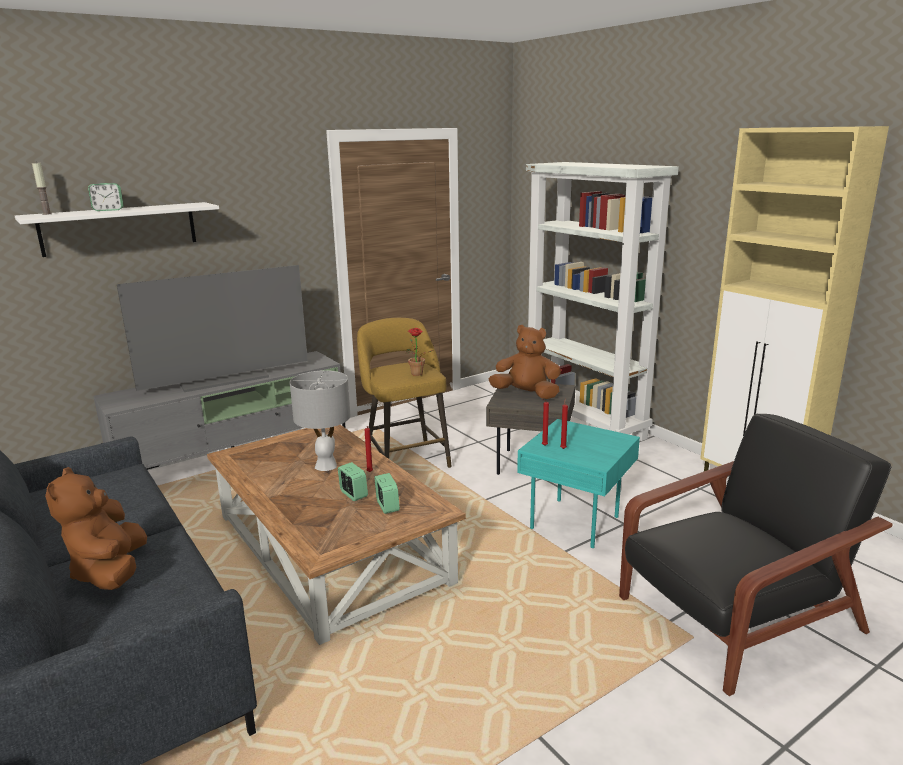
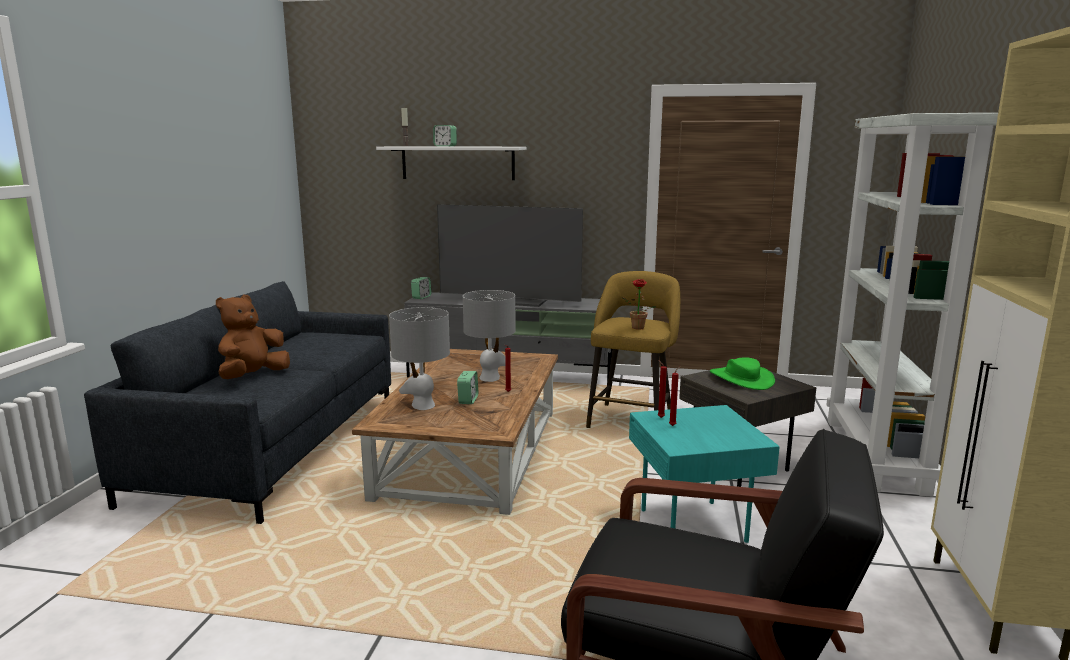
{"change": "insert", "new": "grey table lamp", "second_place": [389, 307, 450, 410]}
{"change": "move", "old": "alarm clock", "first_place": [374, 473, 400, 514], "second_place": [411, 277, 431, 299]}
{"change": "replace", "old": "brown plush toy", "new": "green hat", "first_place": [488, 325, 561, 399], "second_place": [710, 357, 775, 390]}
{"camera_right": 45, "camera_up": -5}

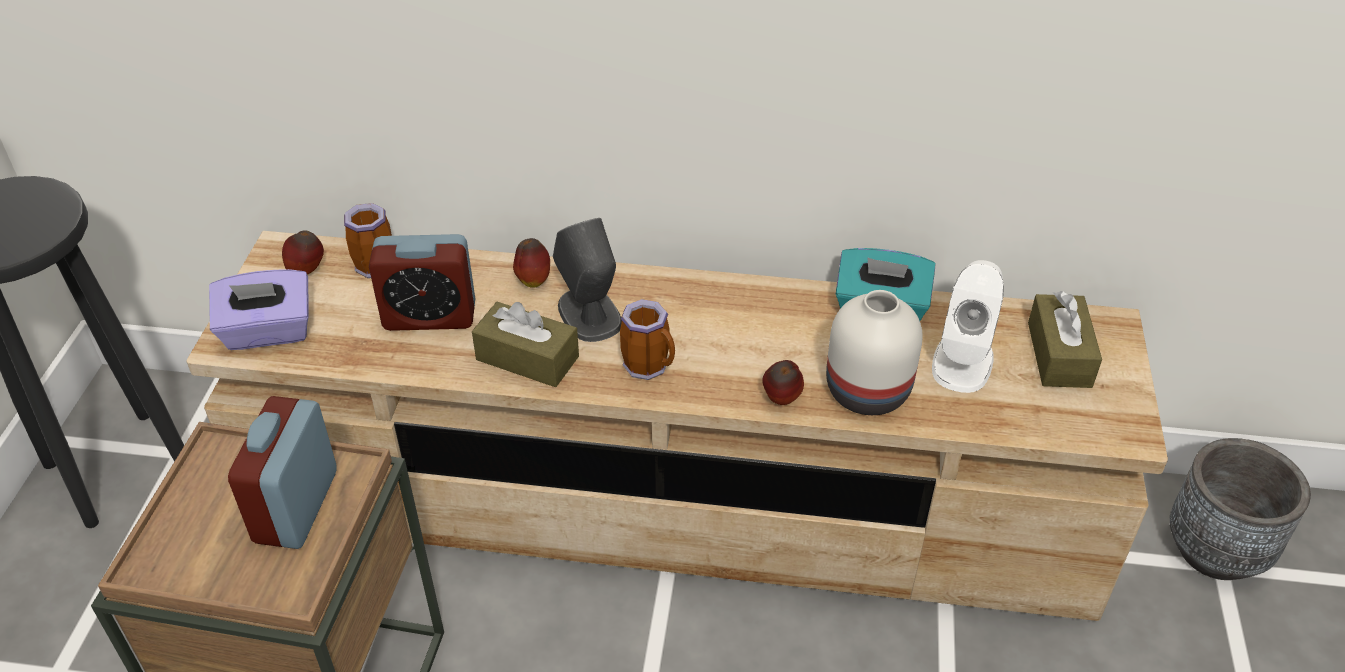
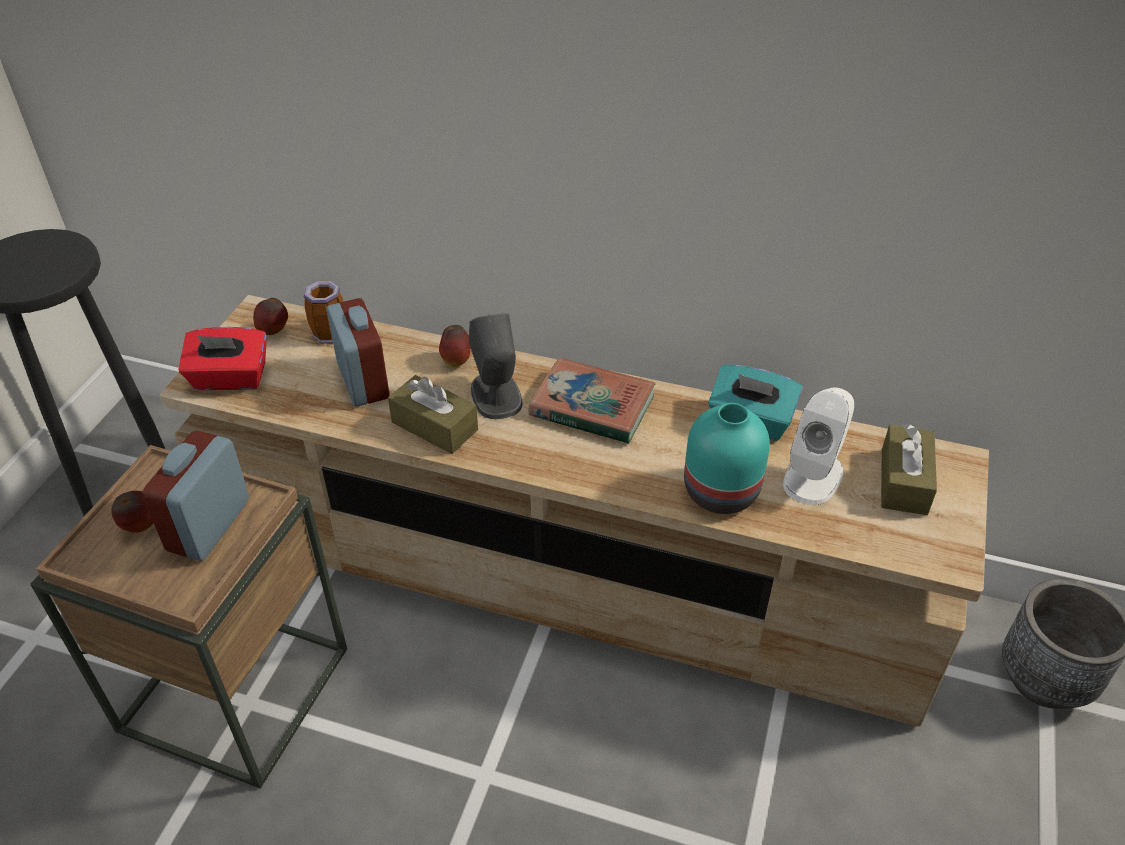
{"change": "move", "old": "apple", "first_place": [762, 360, 804, 405], "second_place": [111, 491, 153, 533]}
{"change": "recolor", "old": "purple tissue box", "new": "red tissue box", "first_place": [209, 269, 309, 350], "second_place": [179, 327, 267, 390]}
{"change": "rotate", "old": "alarm clock", "first_place": [369, 234, 475, 331], "second_place": [327, 298, 389, 407], "degrees": -120}
{"change": "insert", "new": "book", "second_place": [529, 358, 656, 444]}
{"change": "recolor", "old": "white vase", "new": "turquoise vase", "first_place": [826, 290, 923, 415], "second_place": [684, 403, 770, 514]}
{"change": "delete", "old": "mug", "first_place": [620, 299, 675, 380]}
{"camera_right": 10, "camera_up": 0}

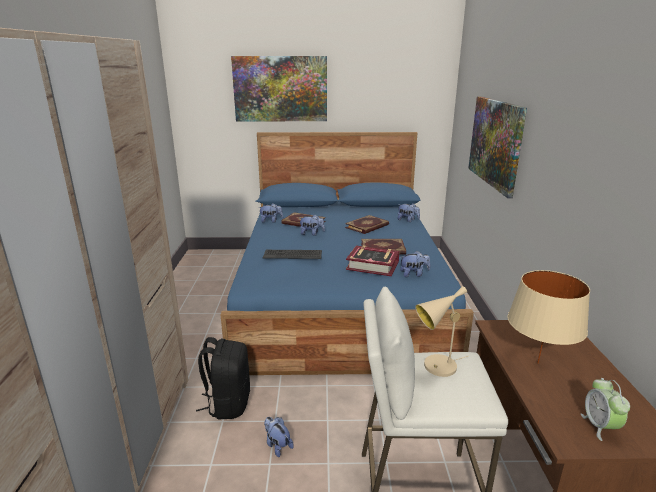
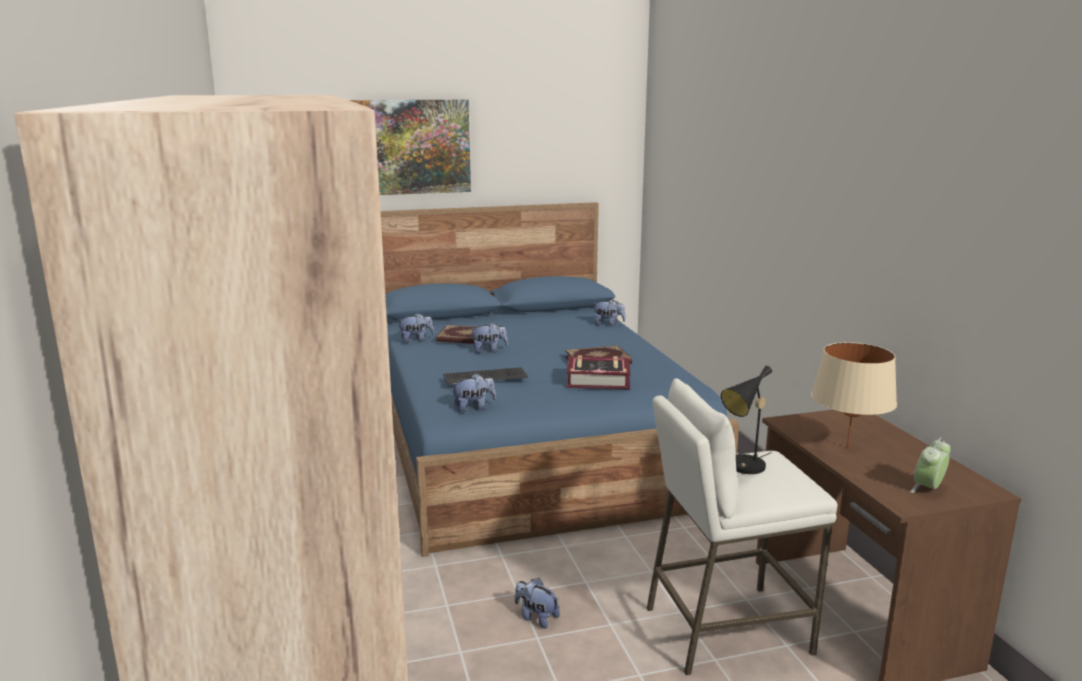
{"change": "move", "old": "plush toy", "first_place": [400, 251, 430, 277], "second_place": [451, 373, 496, 412]}
{"change": "recolor", "old": "beige table lamp", "new": "black table lamp", "first_place": [415, 286, 468, 377], "second_place": [721, 366, 772, 474]}
{"change": "rotate", "old": "alarm clock", "first_place": [580, 378, 630, 441], "second_place": [910, 438, 951, 493], "degrees": 60}
{"change": "delete", "old": "black backpack", "first_place": [196, 337, 250, 419]}
{"change": "delete", "old": "book", "first_place": [345, 215, 389, 234]}
{"change": "delete", "old": "picture", "first_place": [468, 96, 527, 198]}
{"camera_right": -15, "camera_up": -5}

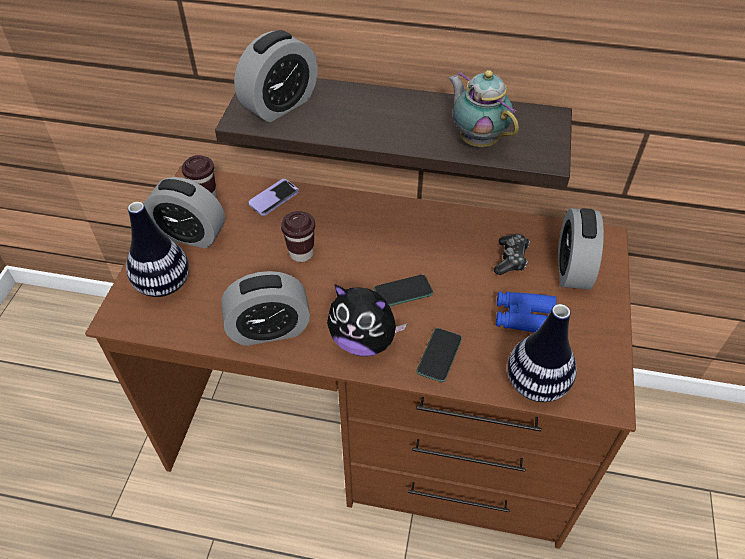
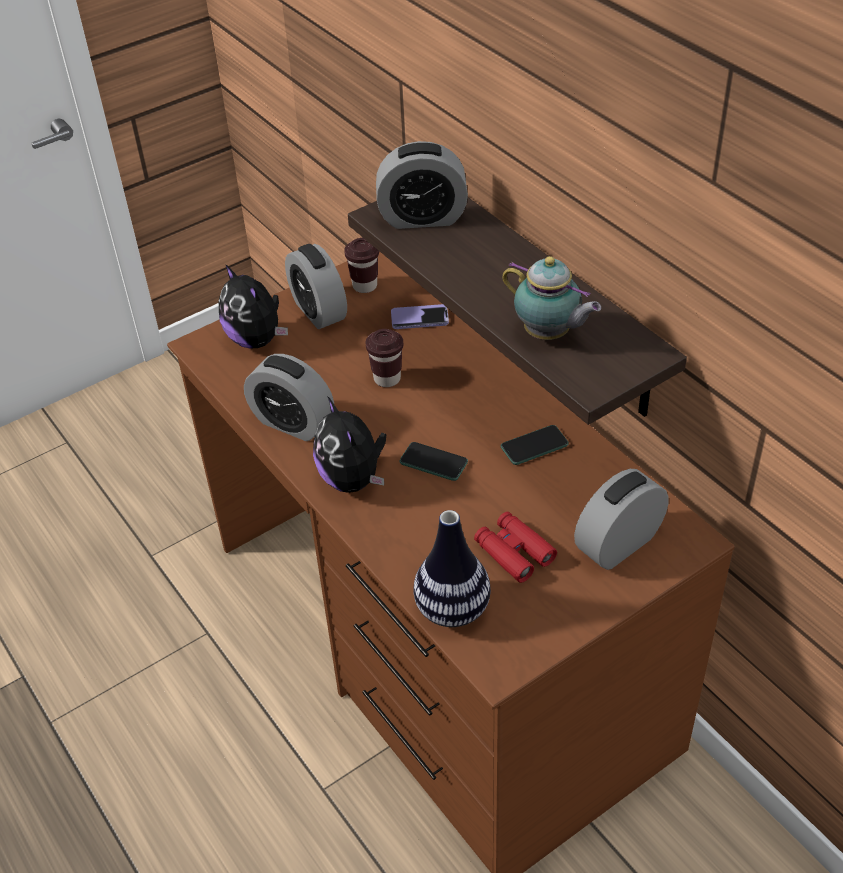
{"change": "replace", "old": "vase", "new": "plush toy", "first_place": [126, 202, 189, 297], "second_place": [219, 264, 288, 349]}
{"change": "recolor", "old": "blue binoculars", "new": "red binoculars", "first_place": [496, 291, 557, 332], "second_place": [474, 512, 557, 583]}
{"change": "move", "old": "phone", "first_place": [417, 328, 462, 382], "second_place": [501, 425, 569, 465]}
{"change": "rotate", "old": "teapot", "first_place": [449, 70, 519, 147], "second_place": [502, 256, 601, 340], "degrees": 120}
{"change": "delete", "old": "game controller", "first_place": [494, 234, 530, 275]}
{"camera_right": 45, "camera_up": -5}

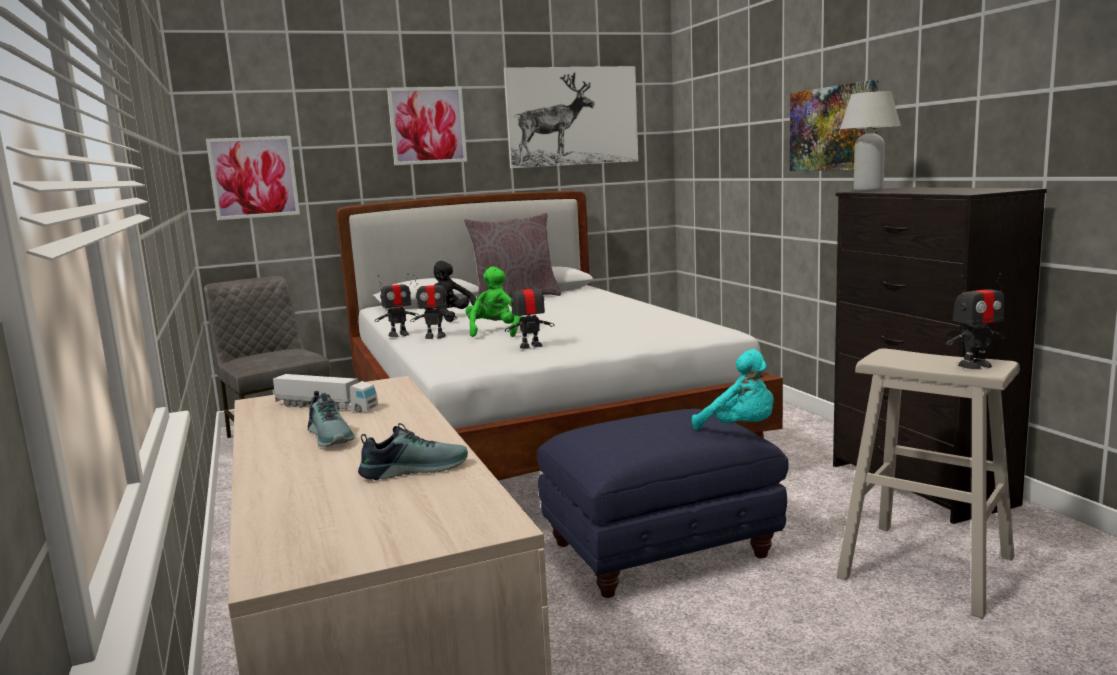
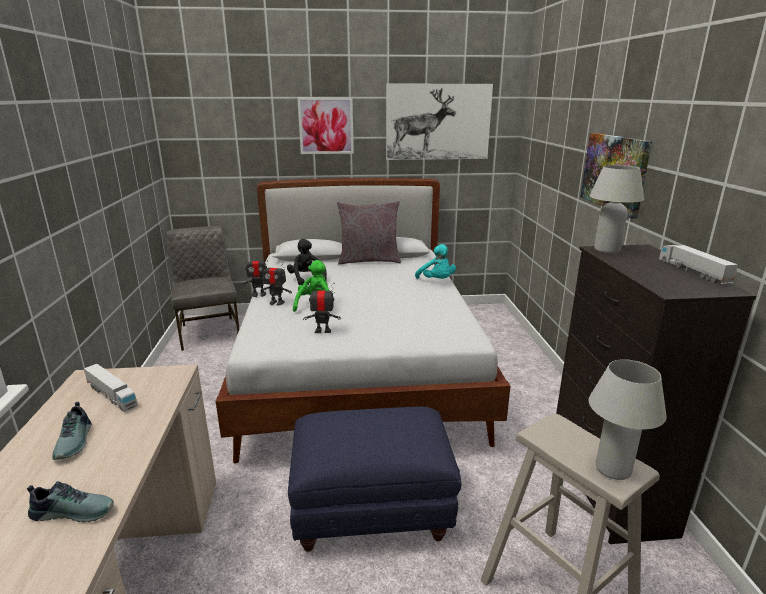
{"change": "move", "old": "turquoise plush toy", "first_place": [692, 349, 774, 430], "second_place": [415, 244, 456, 279]}
{"change": "replace", "old": "toy robot", "new": "white table lamp", "first_place": [946, 273, 1005, 369], "second_place": [589, 359, 667, 480]}
{"change": "insert", "new": "toy truck", "second_place": [659, 245, 738, 284]}
{"change": "delete", "old": "picture", "first_place": [206, 136, 300, 220]}
{"camera_right": 15, "camera_up": 10}

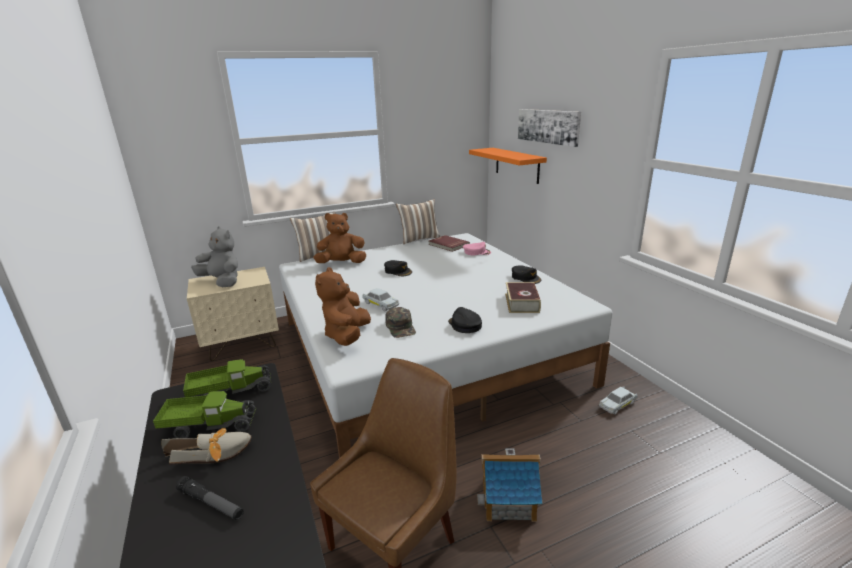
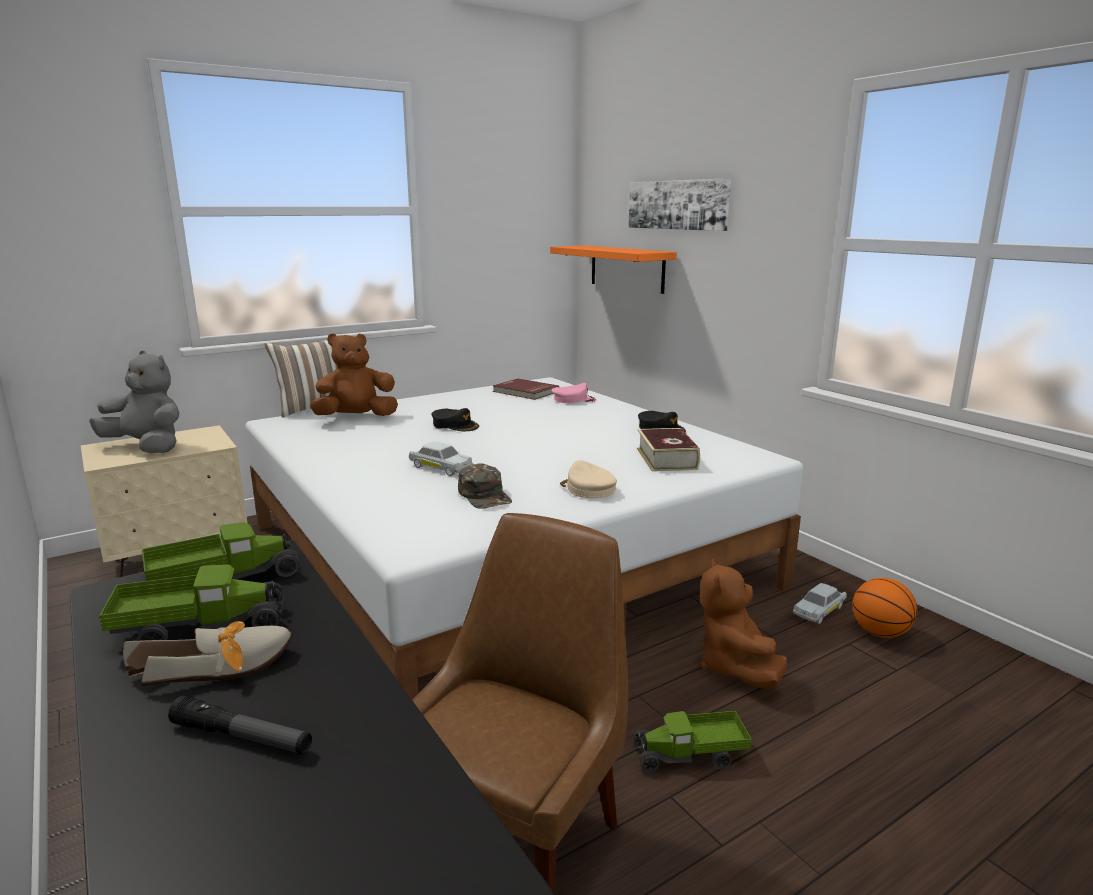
{"change": "recolor", "old": "black cap", "new": "beige cap", "first_place": [448, 307, 482, 333], "second_place": [560, 460, 617, 498]}
{"change": "replace", "old": "toy house", "new": "toy truck", "first_place": [477, 448, 543, 522], "second_place": [631, 711, 752, 772]}
{"change": "move", "old": "brown plush toy", "first_place": [315, 267, 371, 346], "second_place": [700, 558, 787, 689]}
{"change": "insert", "new": "basketball", "second_place": [853, 578, 917, 638]}
{"change": "delete", "old": "pillow", "first_place": [396, 199, 441, 244]}
{"camera_right": -10, "camera_up": -5}

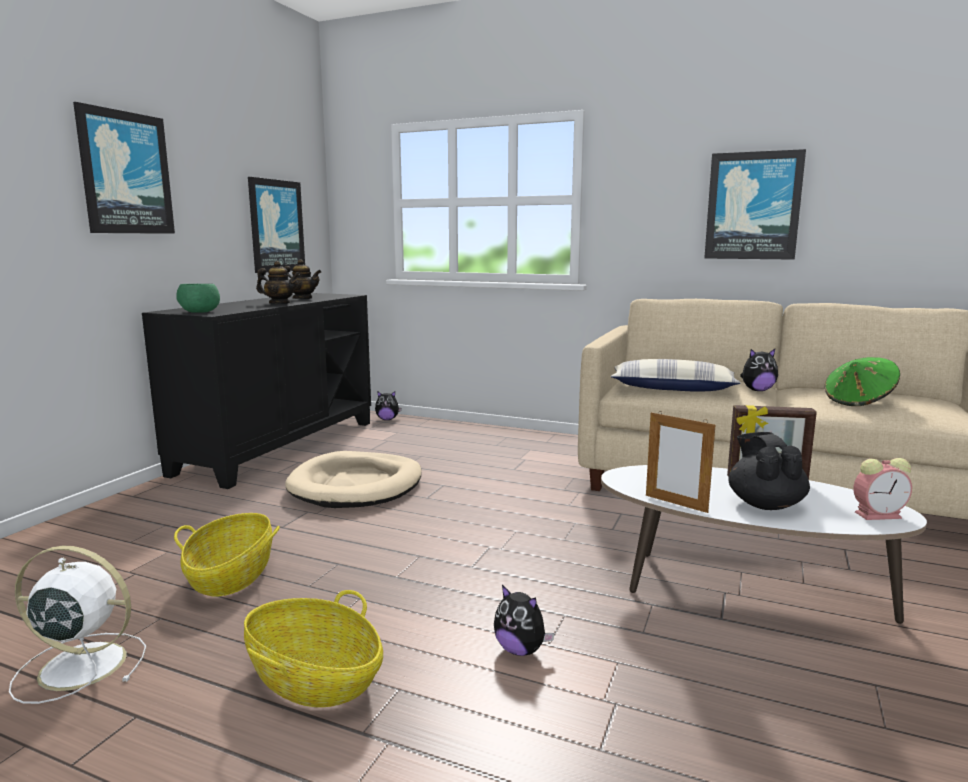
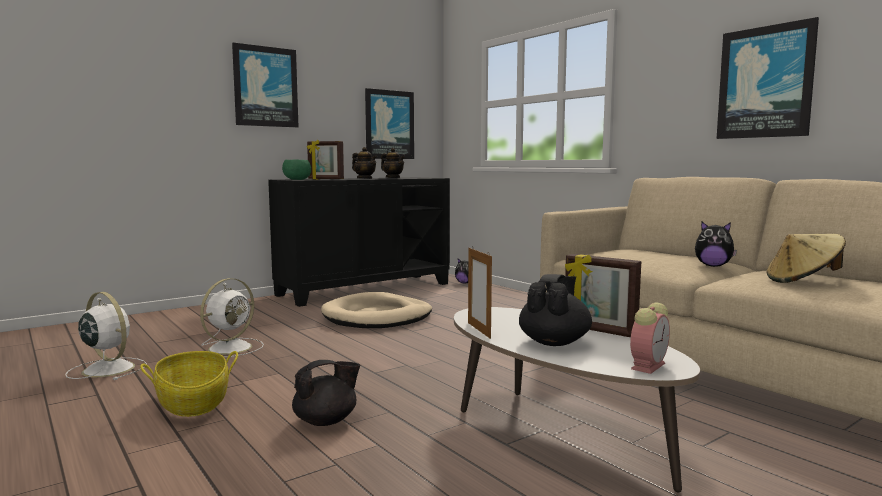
{"change": "replace", "old": "basket", "new": "white fan", "first_place": [174, 513, 280, 597], "second_place": [200, 278, 264, 357]}
{"change": "replace", "old": "plush toy", "new": "black teapot", "first_place": [494, 585, 555, 656], "second_place": [292, 360, 360, 426]}
{"change": "insert", "new": "picture frame", "second_place": [307, 140, 344, 179]}
{"change": "rotate", "old": "alarm clock", "first_place": [853, 458, 912, 520], "second_place": [630, 302, 670, 374], "degrees": -75}
{"change": "recolor", "old": "green hat", "new": "beige hat", "first_place": [825, 357, 900, 406], "second_place": [766, 234, 846, 283]}
{"change": "delete", "old": "pillow", "first_place": [611, 359, 741, 391]}
{"camera_right": 30, "camera_up": -5}

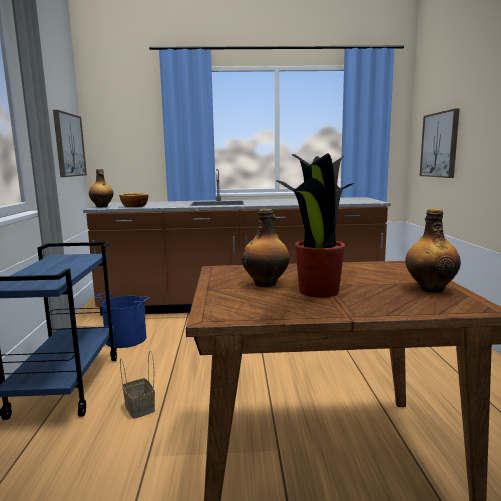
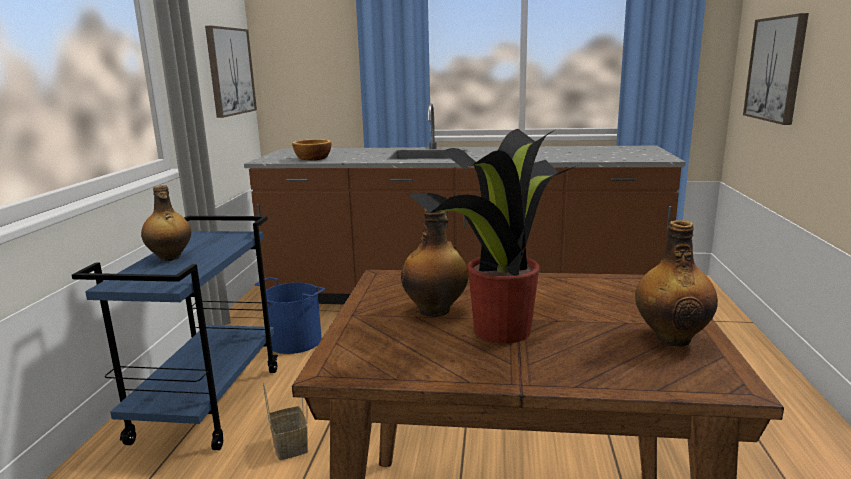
{"change": "move", "old": "bottle", "first_place": [89, 169, 113, 207], "second_place": [141, 185, 191, 261]}
{"camera_right": 10, "camera_up": 5}

